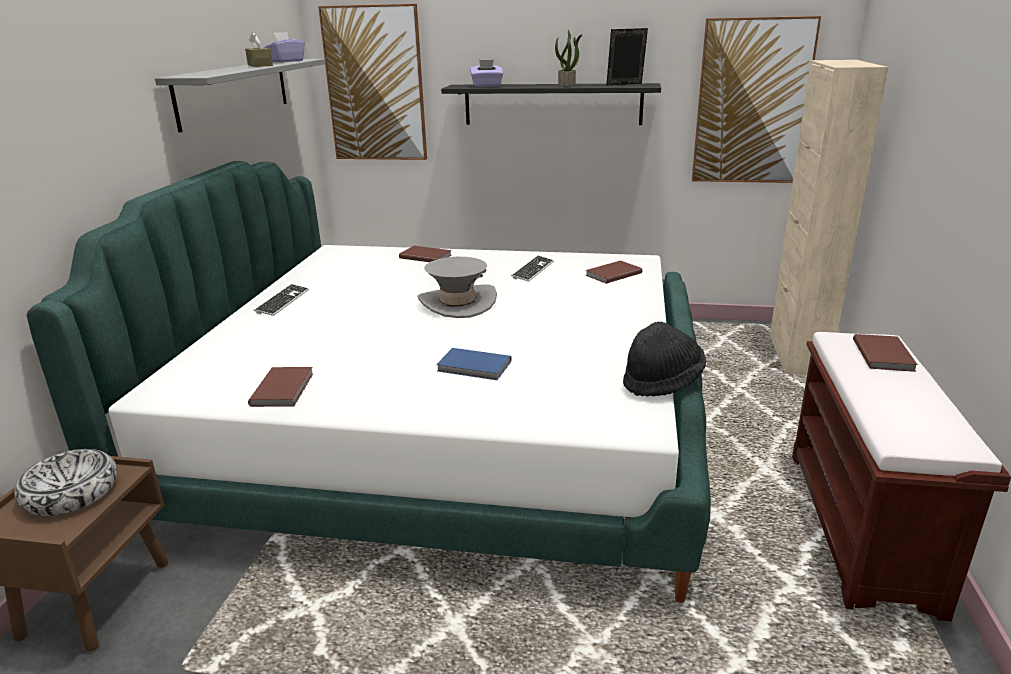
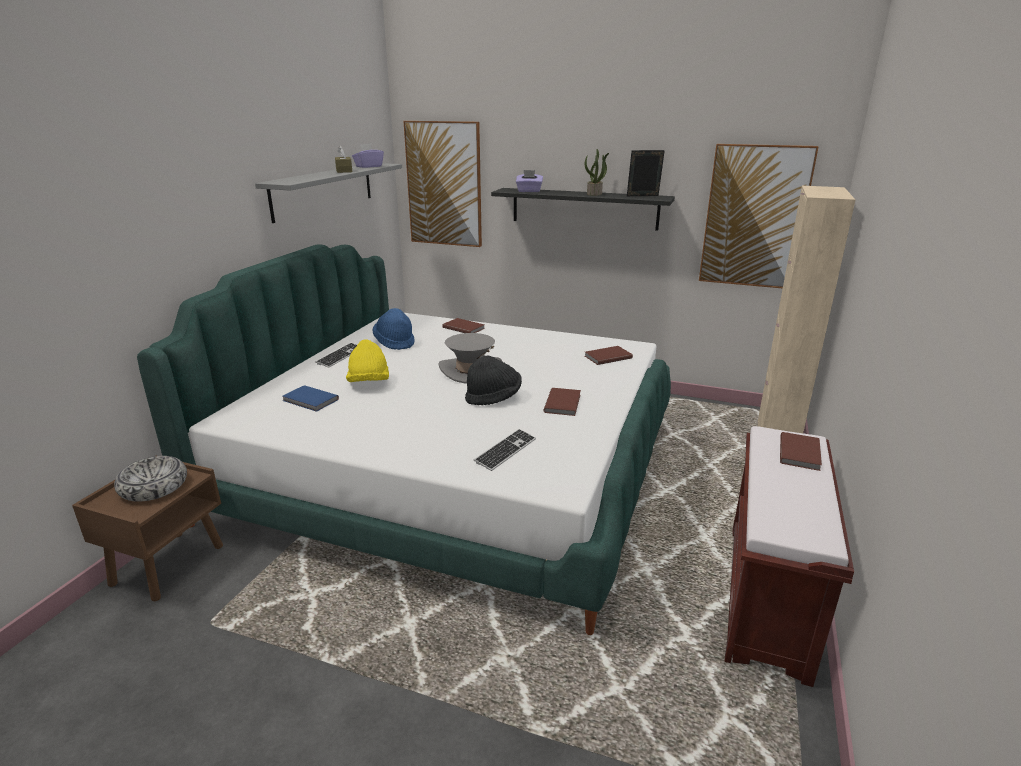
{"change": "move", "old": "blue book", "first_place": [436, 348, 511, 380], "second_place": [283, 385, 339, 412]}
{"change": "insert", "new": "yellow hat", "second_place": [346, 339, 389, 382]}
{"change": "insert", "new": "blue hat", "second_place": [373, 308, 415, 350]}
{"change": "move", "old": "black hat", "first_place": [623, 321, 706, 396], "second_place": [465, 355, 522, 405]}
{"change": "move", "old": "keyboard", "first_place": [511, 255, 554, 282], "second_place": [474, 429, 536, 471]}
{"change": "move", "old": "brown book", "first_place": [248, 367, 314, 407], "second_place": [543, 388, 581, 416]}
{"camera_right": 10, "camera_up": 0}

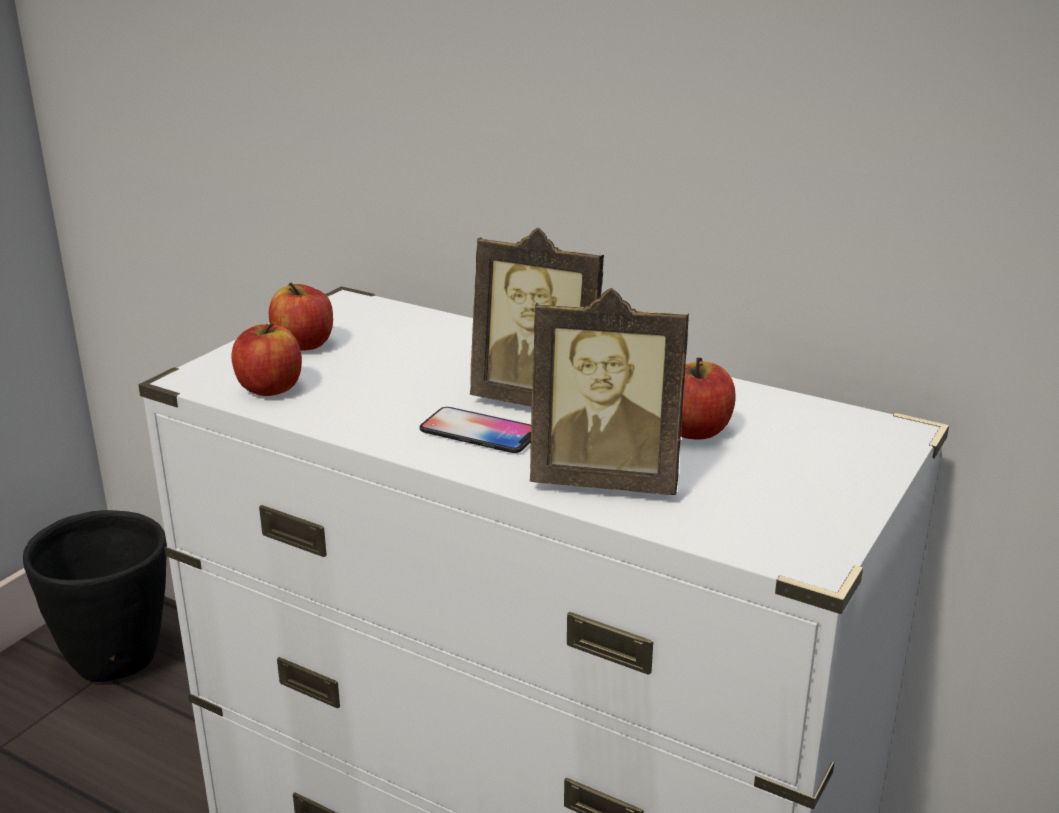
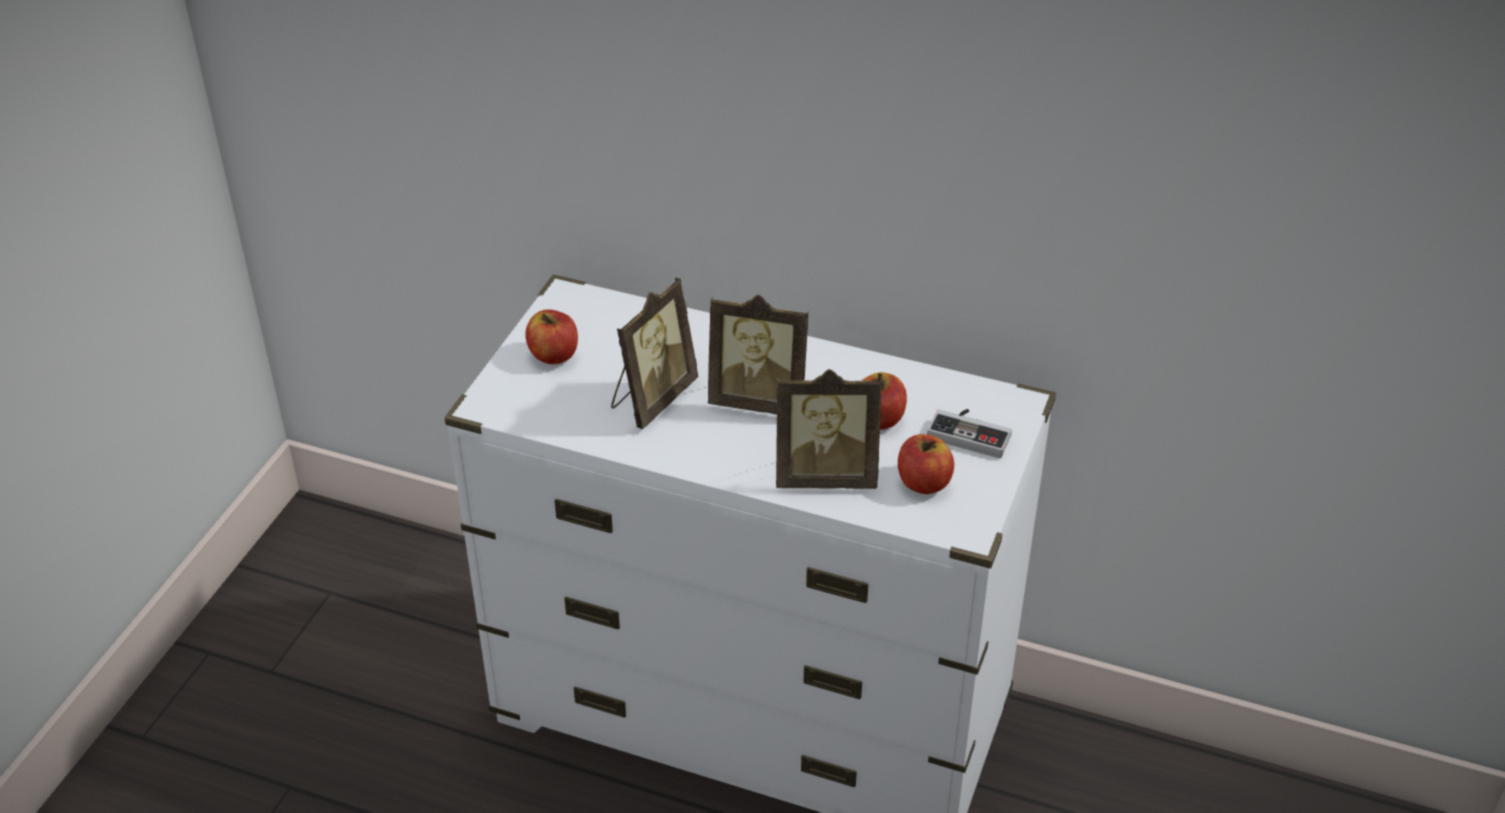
{"change": "insert", "new": "picture frame", "second_place": [611, 278, 698, 429]}
{"change": "move", "old": "apple", "first_place": [231, 323, 302, 396], "second_place": [898, 434, 954, 494]}
{"change": "insert", "new": "game controller", "second_place": [927, 409, 1012, 458]}
{"change": "delete", "old": "black planter", "first_place": [23, 510, 167, 682]}
{"change": "delete", "old": "phone", "first_place": [419, 407, 531, 453]}
{"camera_right": -10, "camera_up": 15}

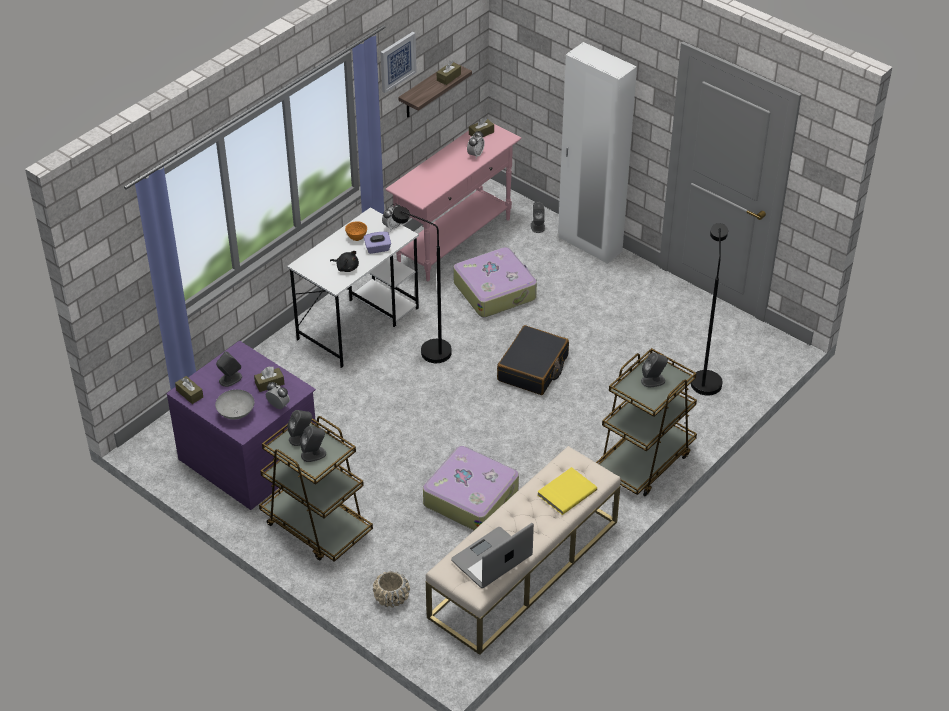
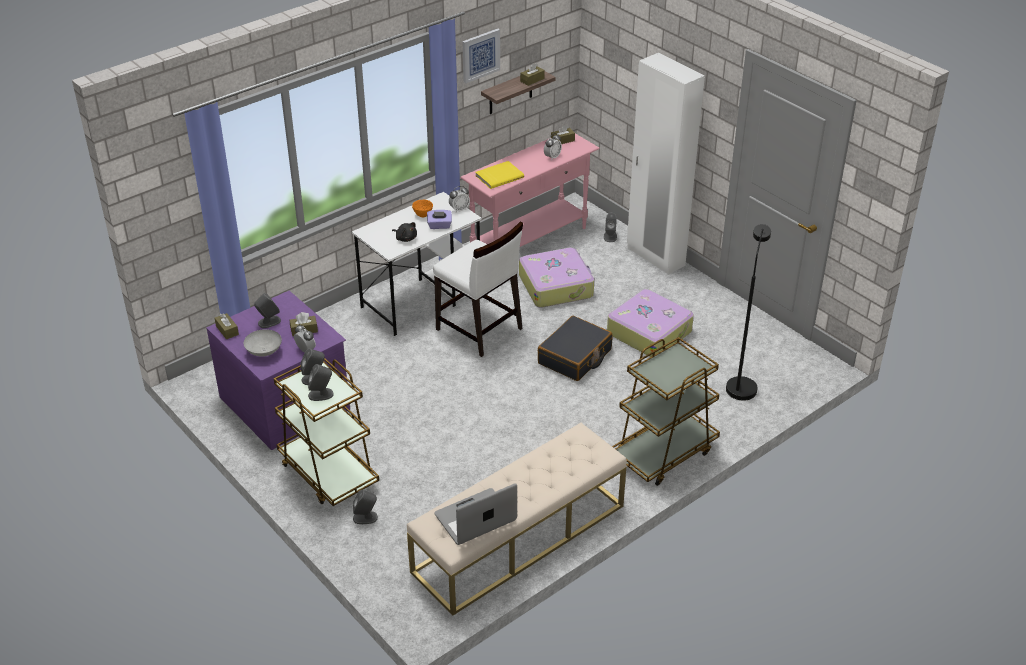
{"change": "move", "old": "grey speaker", "first_place": [641, 352, 668, 387], "second_place": [353, 490, 378, 524]}
{"change": "replace", "old": "black floor lamp", "new": "white chair", "first_place": [392, 206, 452, 363], "second_place": [433, 221, 523, 357]}
{"change": "move", "old": "yellow book", "first_place": [537, 467, 597, 515], "second_place": [476, 161, 524, 189]}
{"change": "move", "old": "suitcase", "first_place": [423, 446, 519, 530], "second_place": [607, 289, 694, 357]}
{"change": "delete", "old": "beige planter", "first_place": [373, 571, 410, 608]}
{"camera_right": 10, "camera_up": -5}

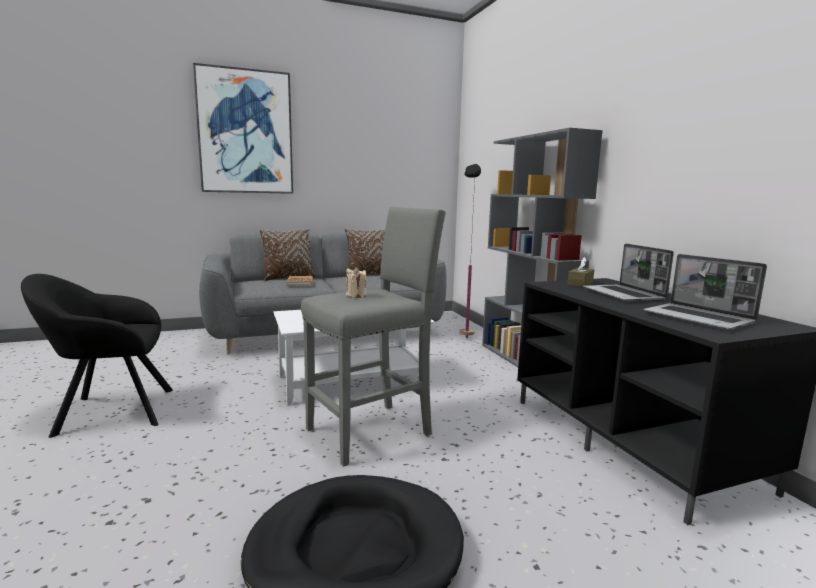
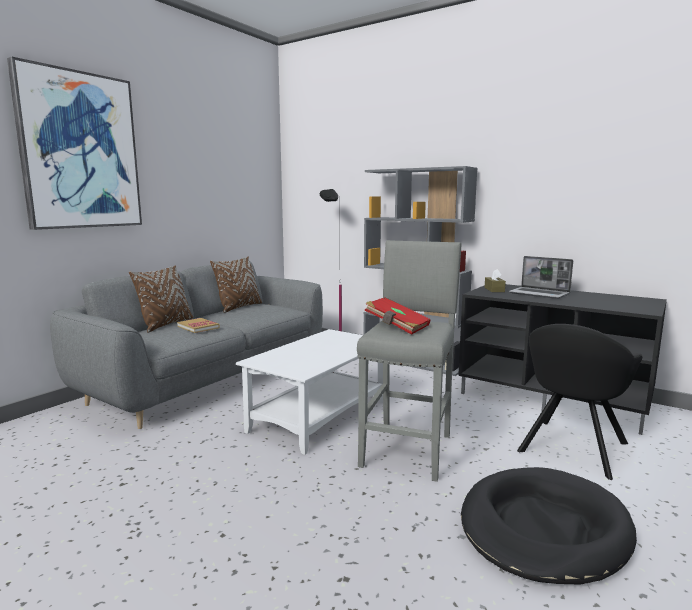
{"change": "replace", "old": "beige candle", "new": "red book", "first_place": [346, 267, 367, 298], "second_place": [365, 297, 431, 335]}
{"change": "move", "old": "black armchair", "first_place": [21, 274, 173, 438], "second_place": [517, 324, 642, 480]}
{"change": "delete", "old": "laptop", "first_place": [643, 254, 767, 331]}
{"camera_right": -35, "camera_up": 0}

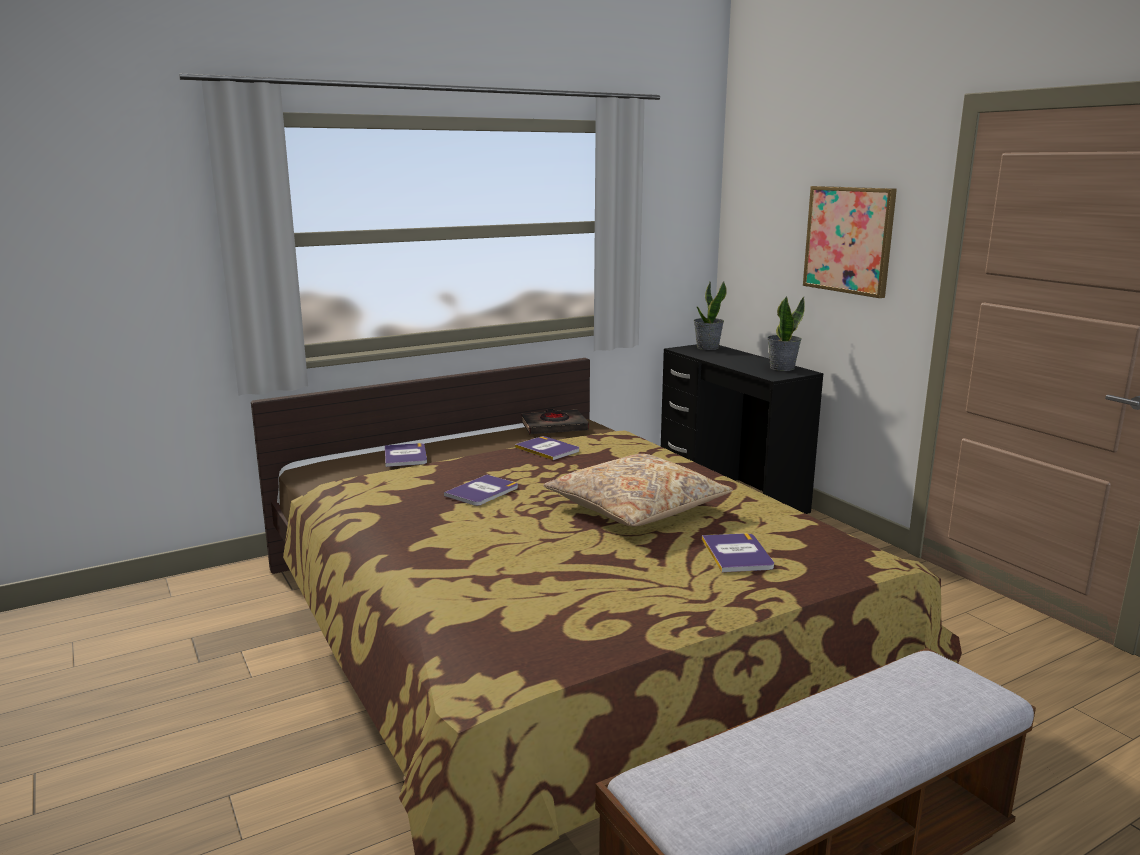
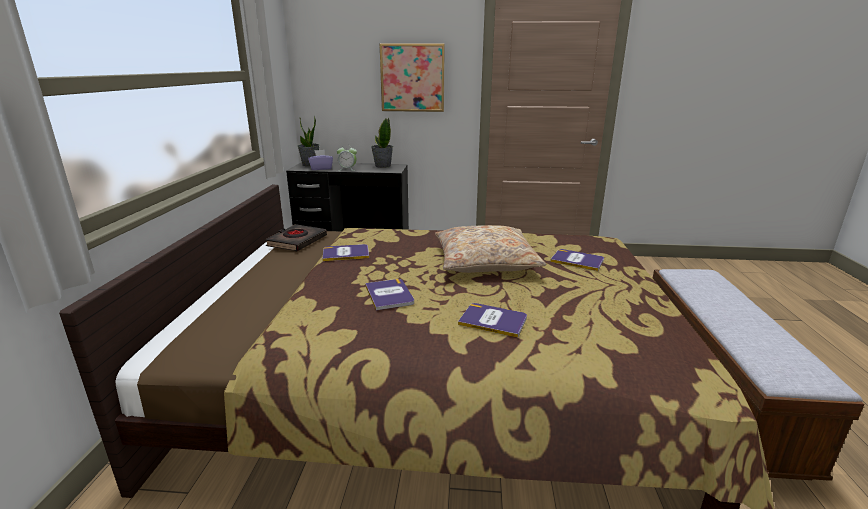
{"change": "insert", "new": "purple tissue box", "second_place": [308, 150, 333, 170]}
{"change": "insert", "new": "alarm clock", "second_place": [337, 144, 357, 171]}
{"change": "move", "old": "book", "first_place": [385, 443, 427, 467], "second_place": [458, 303, 527, 338]}
{"camera_right": -55, "camera_up": 5}

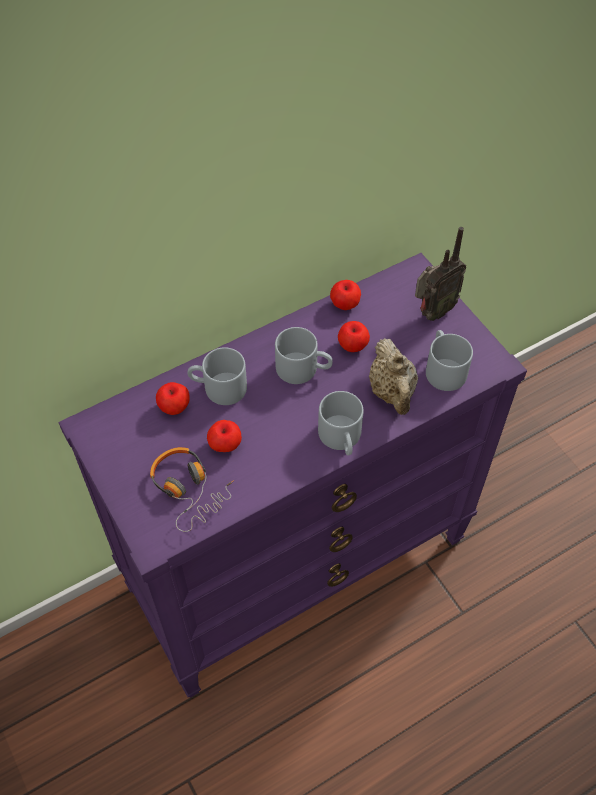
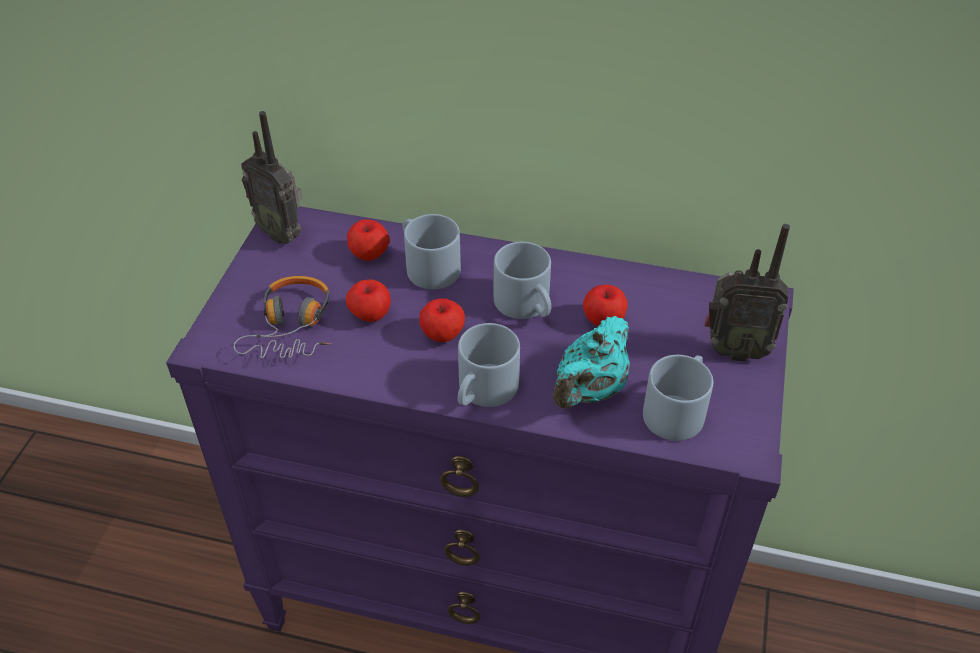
{"change": "insert", "new": "radio", "second_place": [241, 111, 302, 244]}
{"change": "move", "old": "apple", "first_place": [330, 280, 361, 310], "second_place": [419, 298, 465, 342]}
{"change": "recolor", "old": "beige teapot", "new": "turquoise teapot", "first_place": [369, 338, 418, 415], "second_place": [553, 316, 630, 409]}
{"camera_right": 45, "camera_up": -10}

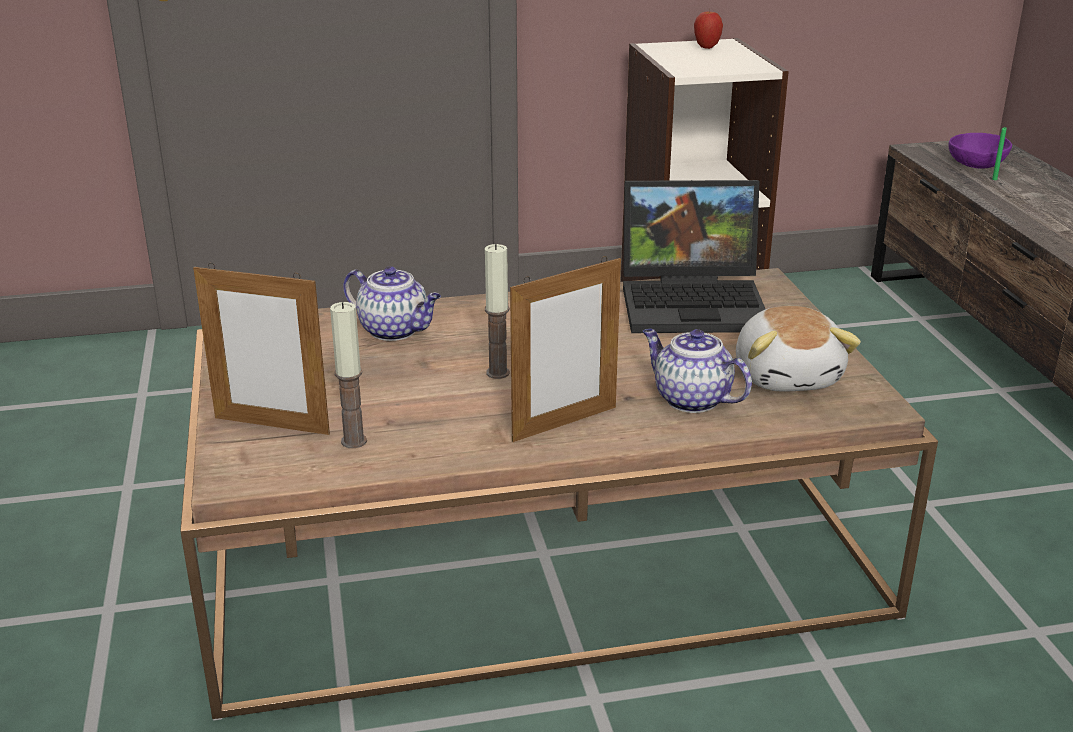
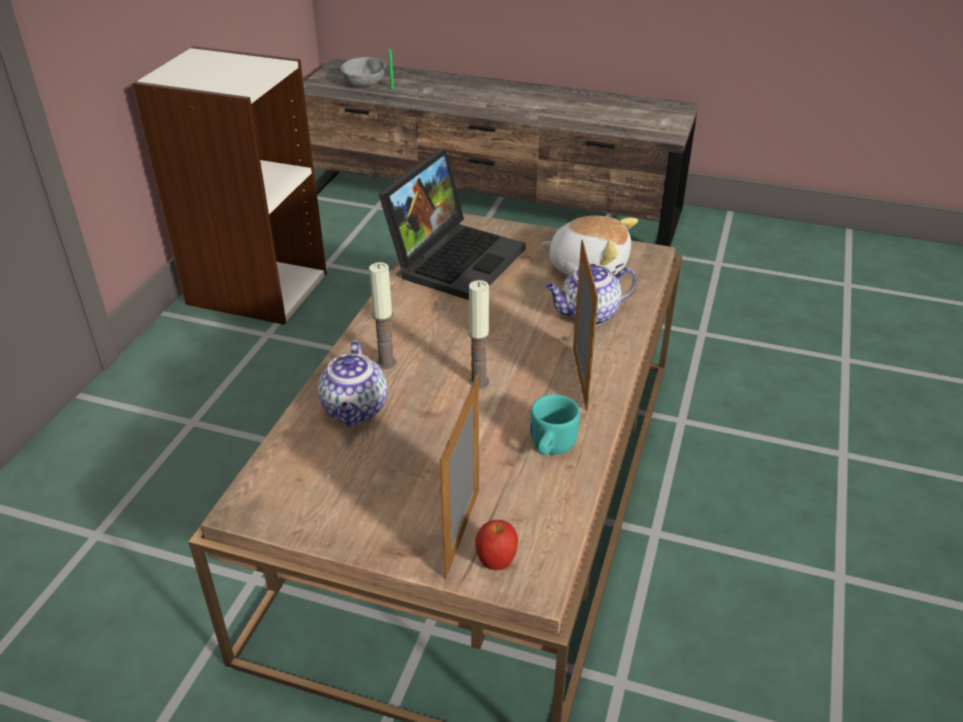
{"change": "rotate", "old": "teapot", "first_place": [343, 266, 441, 341], "second_place": [318, 340, 387, 426], "degrees": 120}
{"change": "recolor", "old": "purple bowl", "new": "grey bowl", "first_place": [949, 133, 1012, 169], "second_place": [341, 57, 386, 87]}
{"change": "move", "old": "candle", "first_place": [330, 302, 367, 448], "second_place": [369, 262, 396, 369]}
{"change": "rotate", "old": "picture frame", "first_place": [193, 263, 330, 435], "second_place": [440, 374, 479, 580], "degrees": 150}
{"change": "move", "old": "apple", "first_place": [694, 9, 723, 49], "second_place": [475, 520, 518, 570]}
{"change": "insert", "new": "turquoise mug", "second_place": [531, 394, 580, 455]}
{"camera_right": -60, "camera_up": 10}

